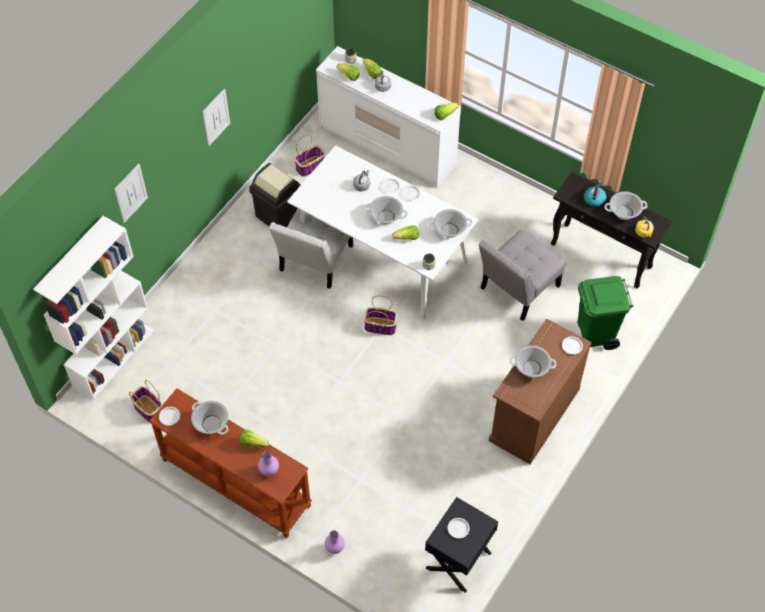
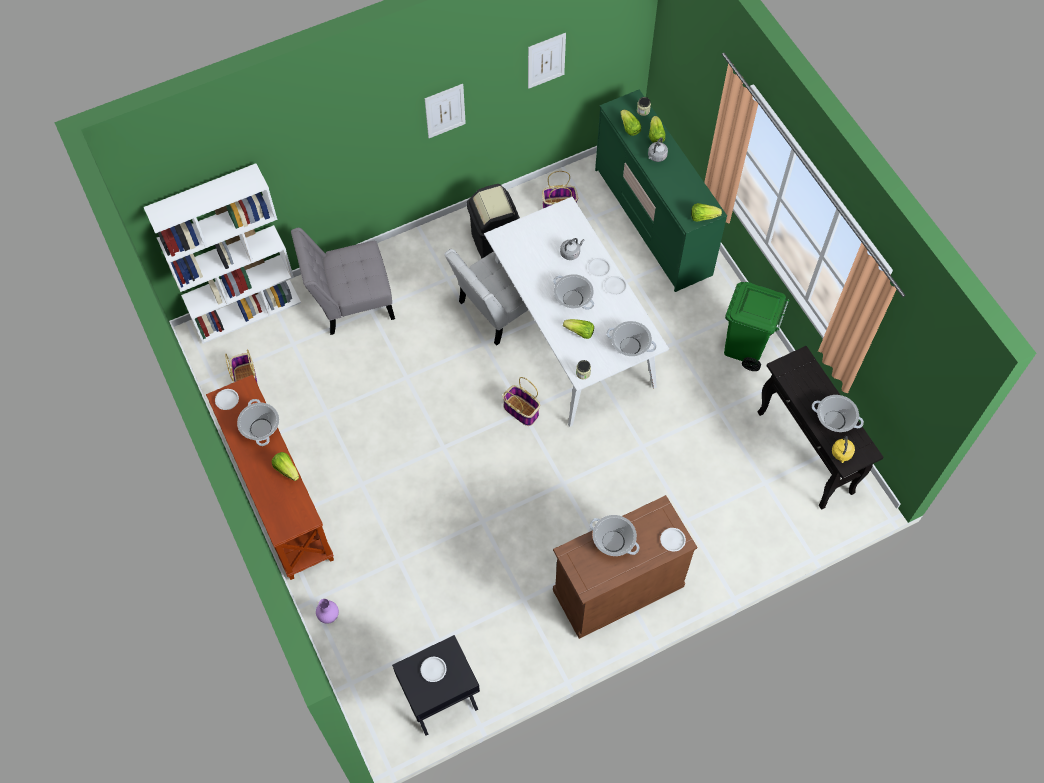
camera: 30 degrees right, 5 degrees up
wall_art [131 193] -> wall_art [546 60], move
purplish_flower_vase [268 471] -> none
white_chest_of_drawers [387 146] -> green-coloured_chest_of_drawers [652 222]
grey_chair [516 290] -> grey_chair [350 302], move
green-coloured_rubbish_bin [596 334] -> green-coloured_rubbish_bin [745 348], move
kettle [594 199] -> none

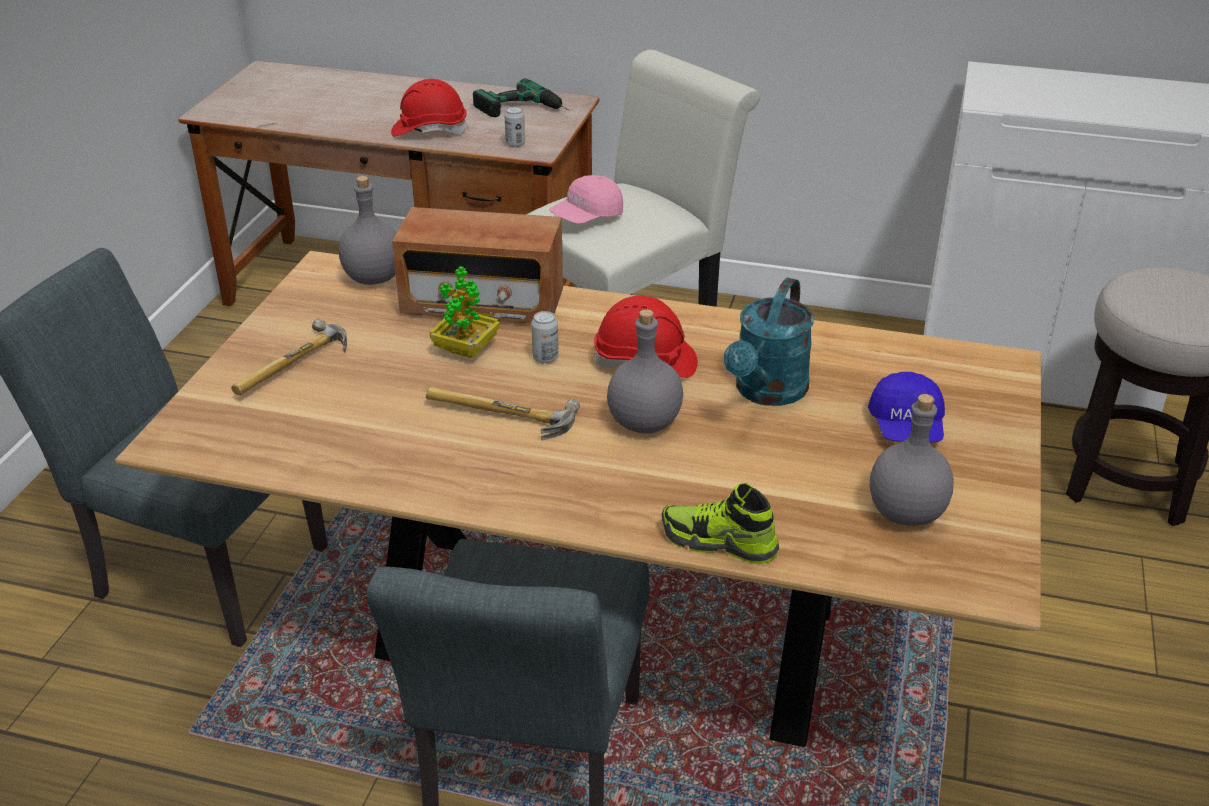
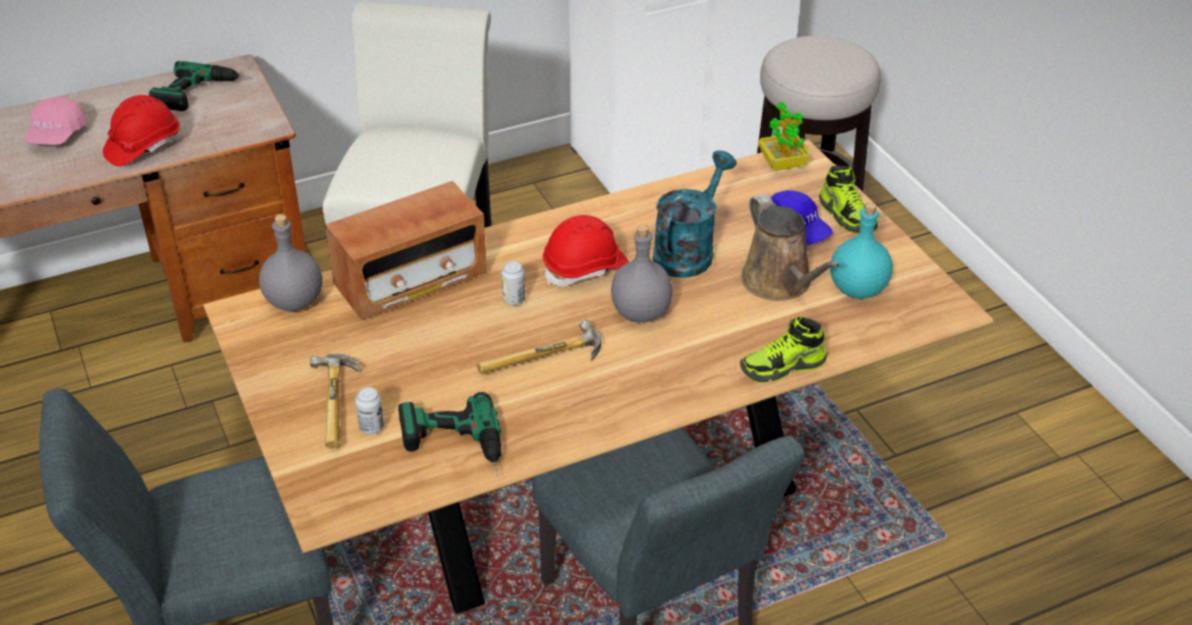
camera: 40 degrees left, 5 degrees up
houseplant [466 349] -> houseplant [782 164], move
metal_can [515 144] -> metal_can [371 427], move
pink-coloured_peaked_cap [587 217] -> pink-coloured_peaked_cap [57 136], move
turquoise_watering_can [767 393] -> turquoise_watering_can [688 250], 135 degrees counterclockwise
grey_bottle [905 514] -> turquoise_bottle [858 290]
none -> power_drill [454 449]
none -> brown-coloured_watering_can [780 283]
none -> item_of_footwear [847 216]

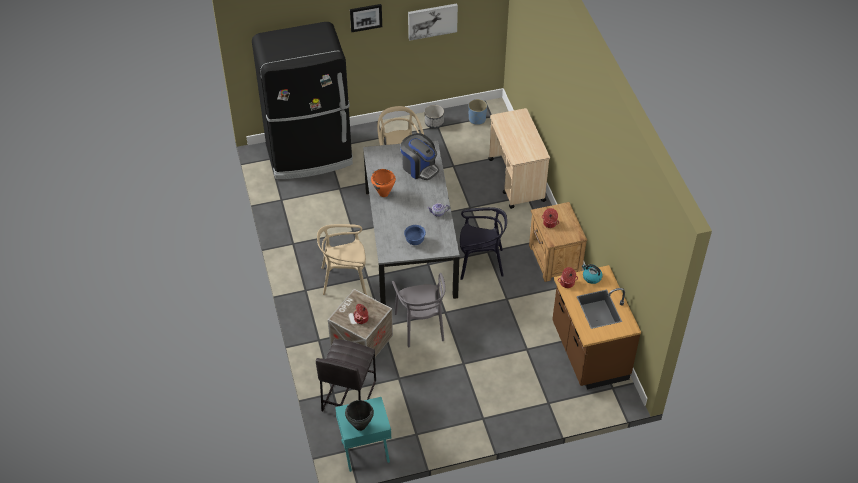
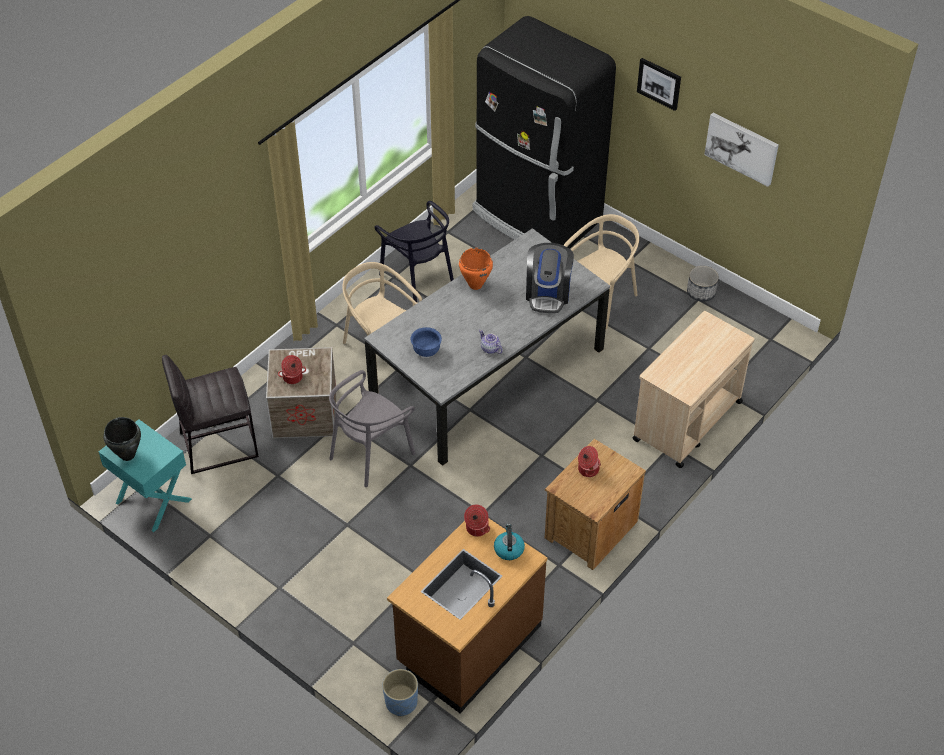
camera: 55 degrees right, 0 degrees up
black_chair [480 262] -> black_chair [418 278], move
blue_plant_pot [477 119] -> blue_plant_pot [401 702], move

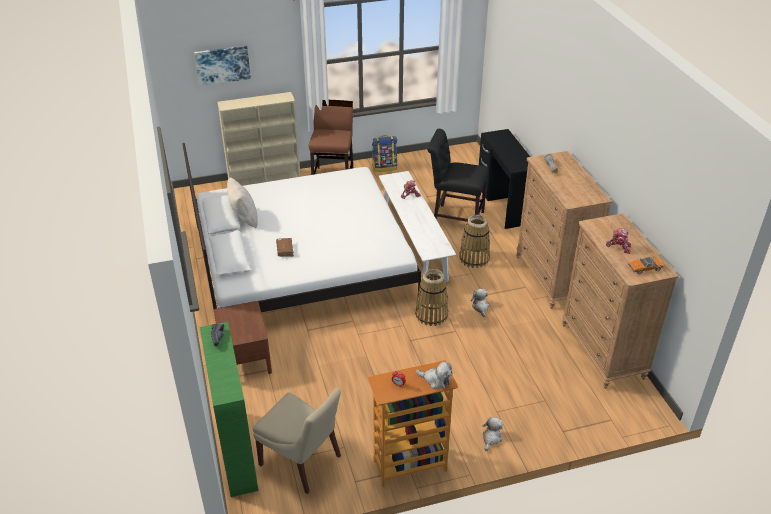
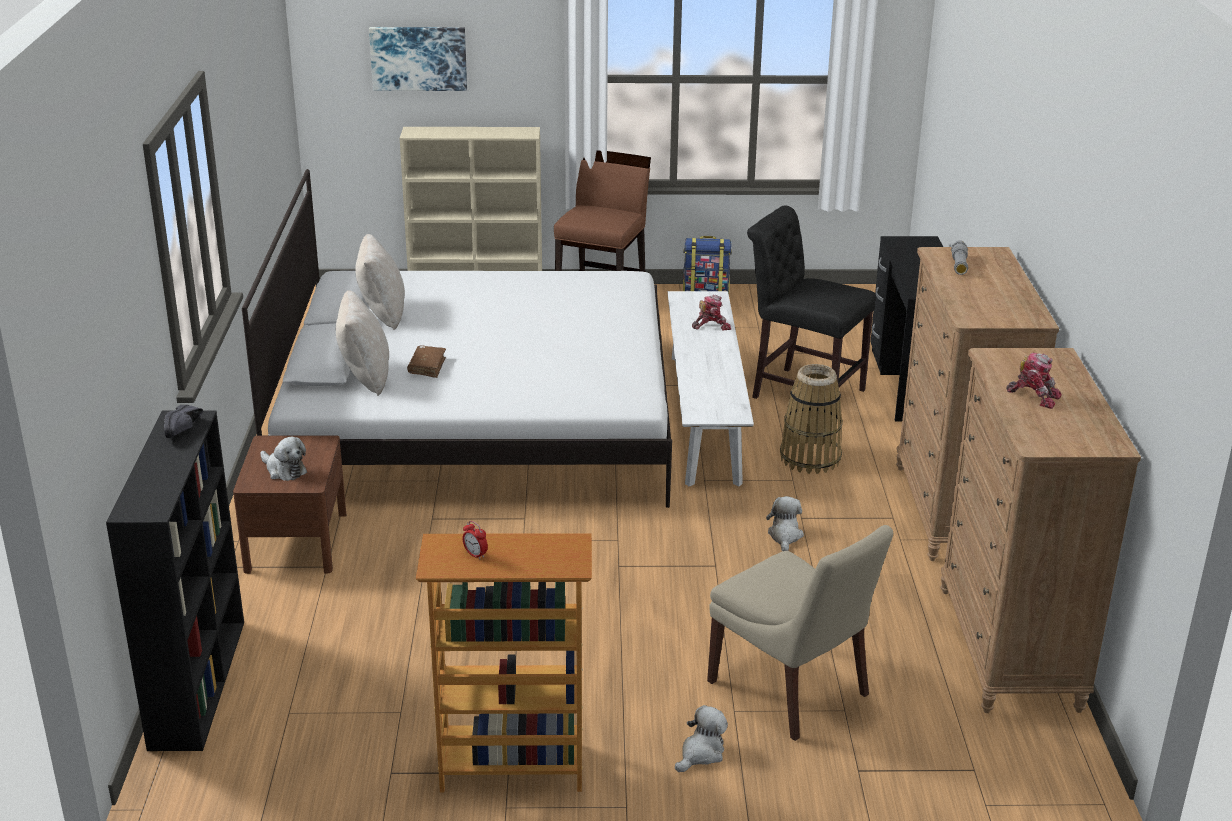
camera: 15 degrees right, 10 degrees down
green-coloured_bookcase [236 451] -> black_bookcase [198 681]
sand-coloured_chair [302 462] -> sand-coloured_chair [792 691], move
household_basket [431 315] -> none
plush_toy [436 380] -> plush_toy [284 470], move
model_car [644 268] -> none
none -> sand-coloured_pillow [365 377]

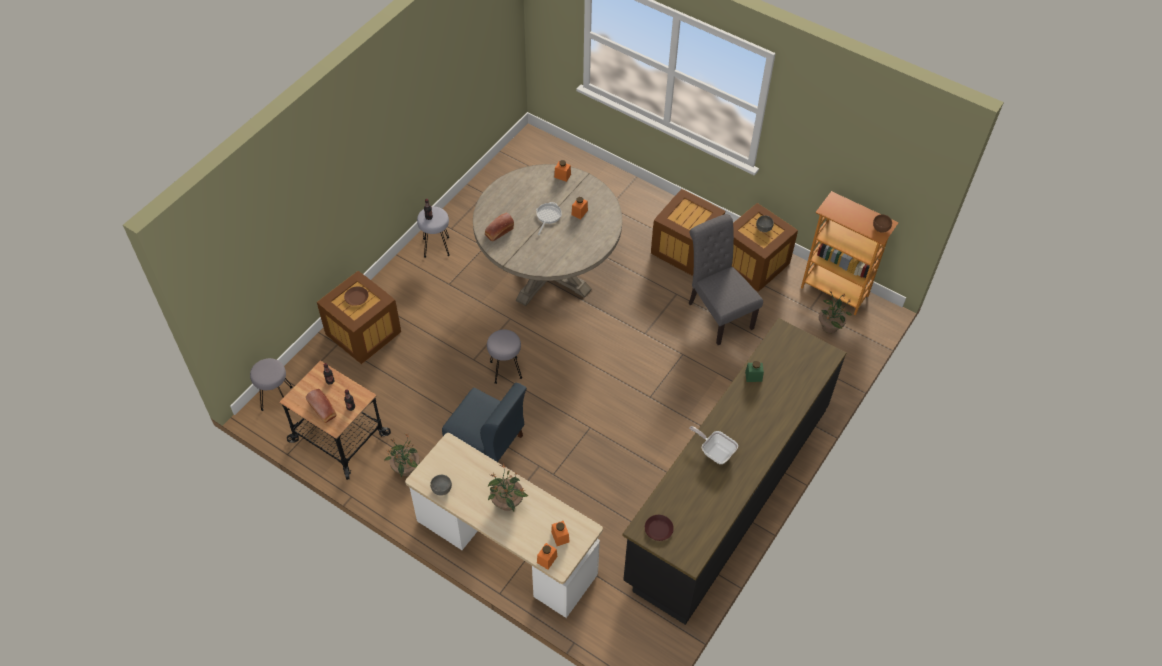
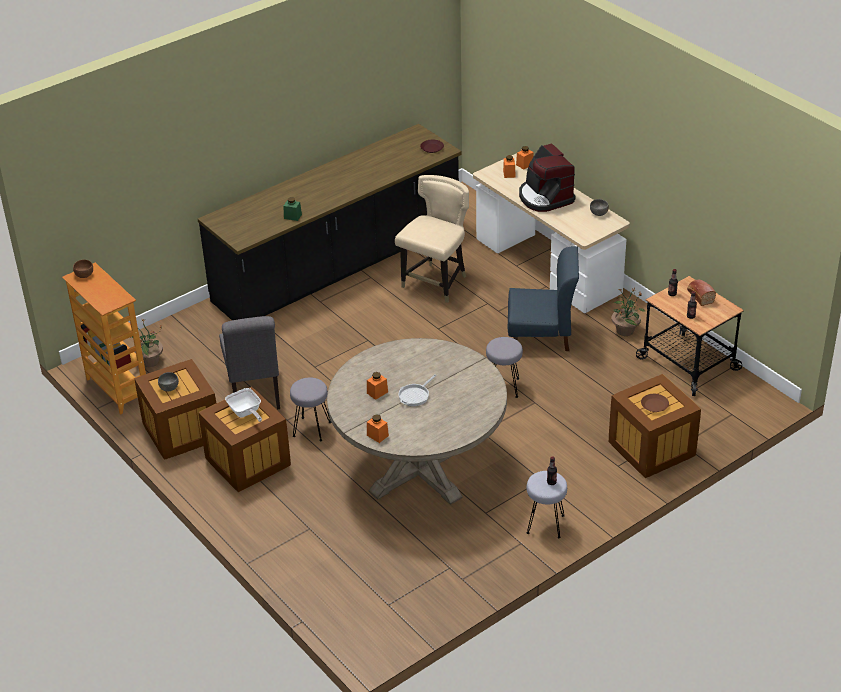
camera: 160 degrees left, 15 degrees down
grey_stool_seat [276 399] -> grey_stool_seat [312 429], move
blue_chair [487 442] -> blue_chair [541 335], 135 degrees clockwise
baked_bread [498 232] -> none
houseplant [507 502] -> coffee_brewer [545 197]
frying_pan [715 451] -> frying_pan [246 413], move
none -> sand-coloured_chair [436 283]

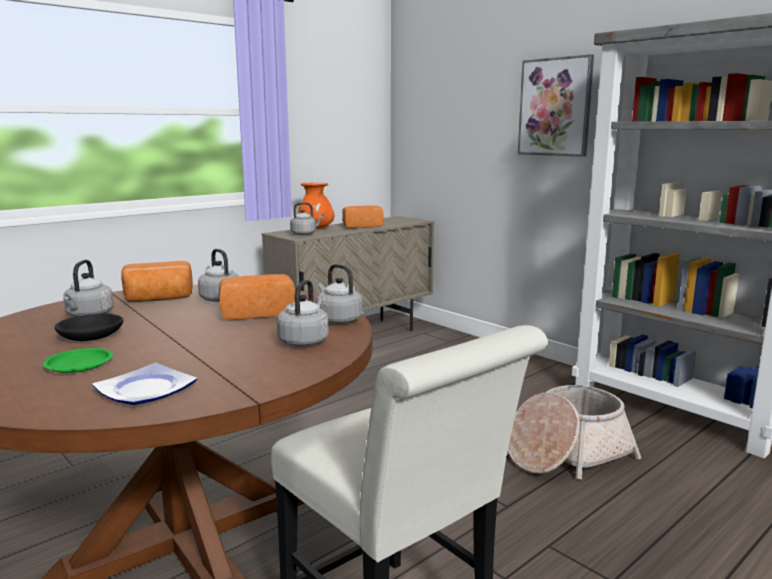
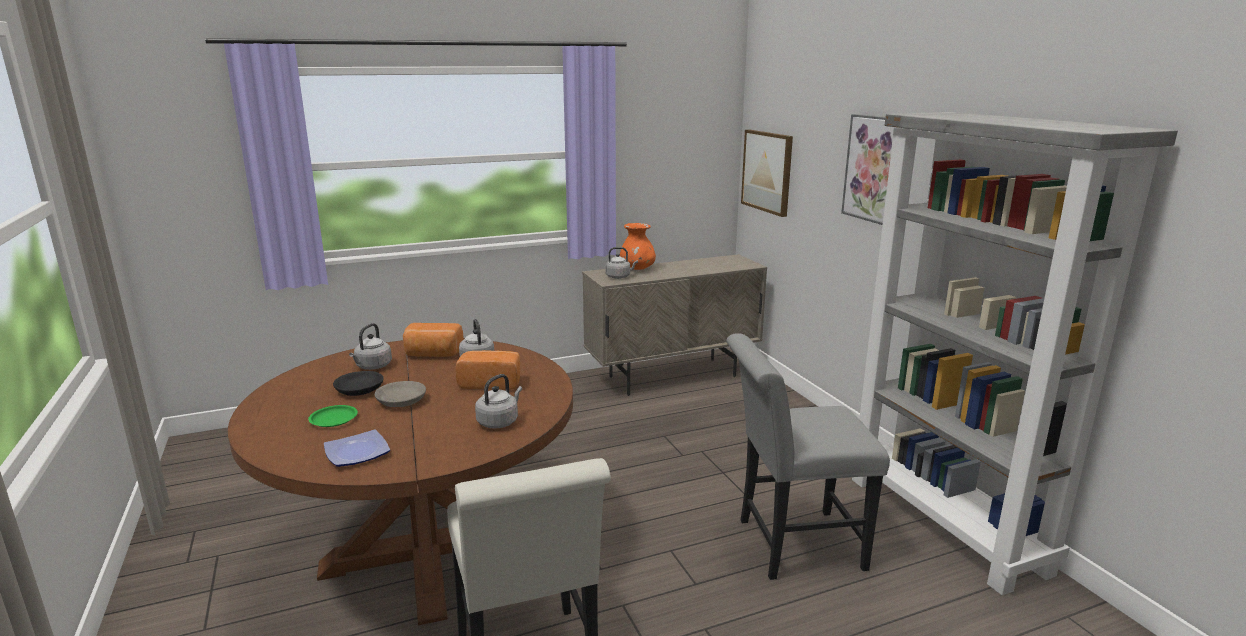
camera: 20 degrees right, 5 degrees up
grey_kettle [337 320] -> none
baked_bread [361 226] -> none
household_basket [567 454] -> grey_chair [791 545]
none -> grey_serving_bowl [400 401]
none -> wall_art [767 171]

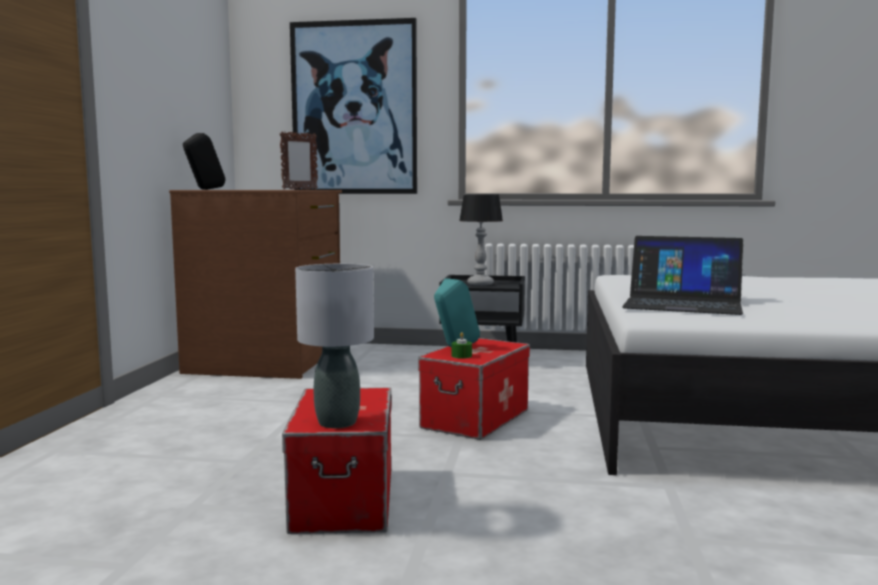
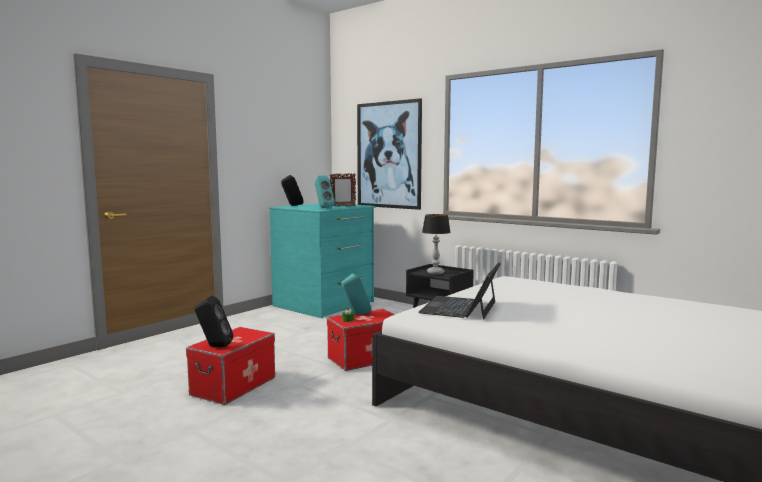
camera: 30 degrees right, 0 degrees up
brown-coloured_chest_of_drawers [269 360] -> turquoise_chest_of_drawers [325 304]
grey_table_lamp [336 422] -> black_audio_speaker [214 346]
portable_computer [683 304] -> portable_computer [460 307], 60 degrees clockwise
none -> turquoise_audio_speaker [323 208]

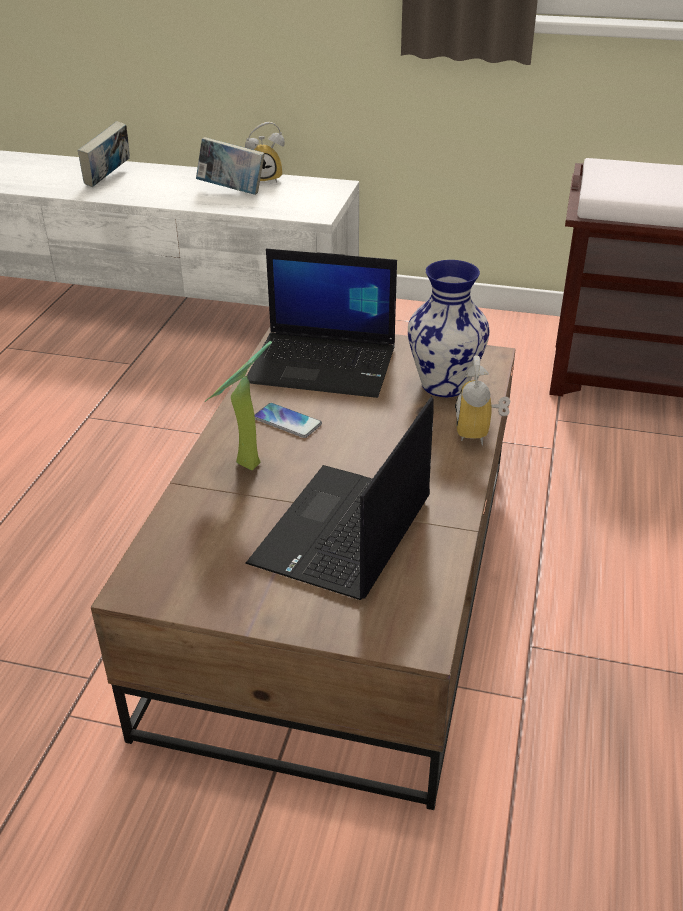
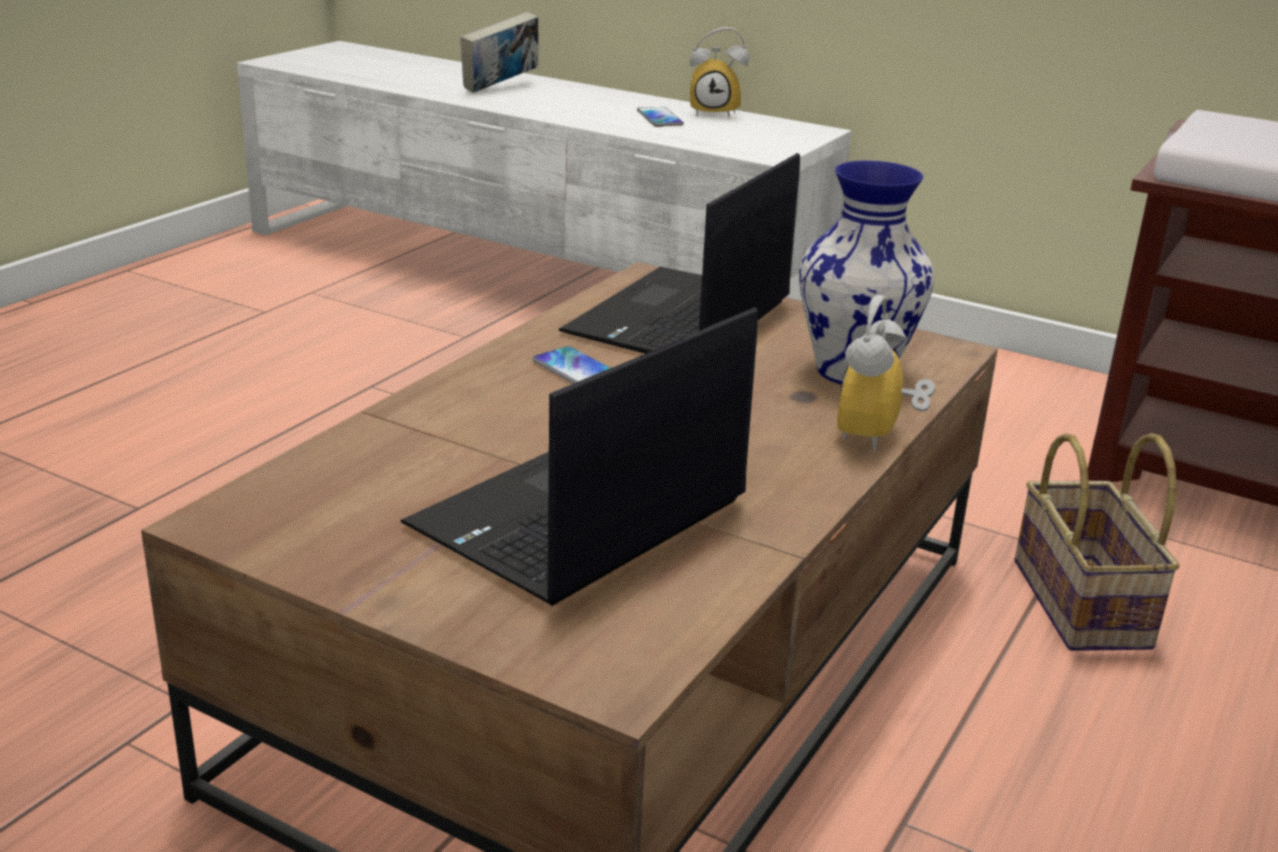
camera: 15 degrees right, 10 degrees down
bound_book [232 191] -> phone [659 118]
houseplant [243 466] -> none
portable_computer [324 364] -> portable_computer [680 319], 90 degrees clockwise
none -> household_basket [1085 606]

